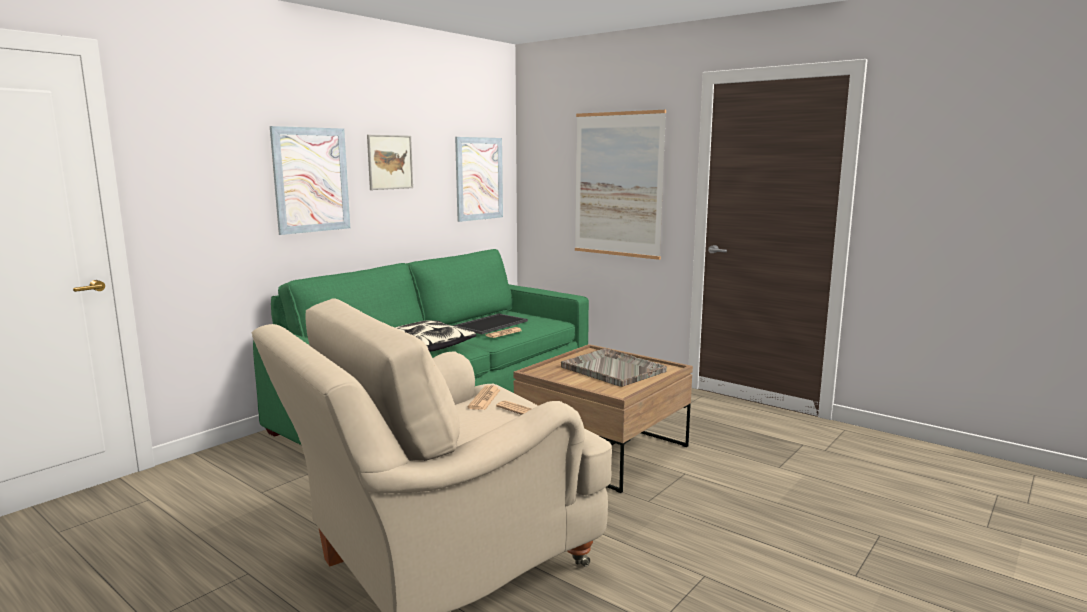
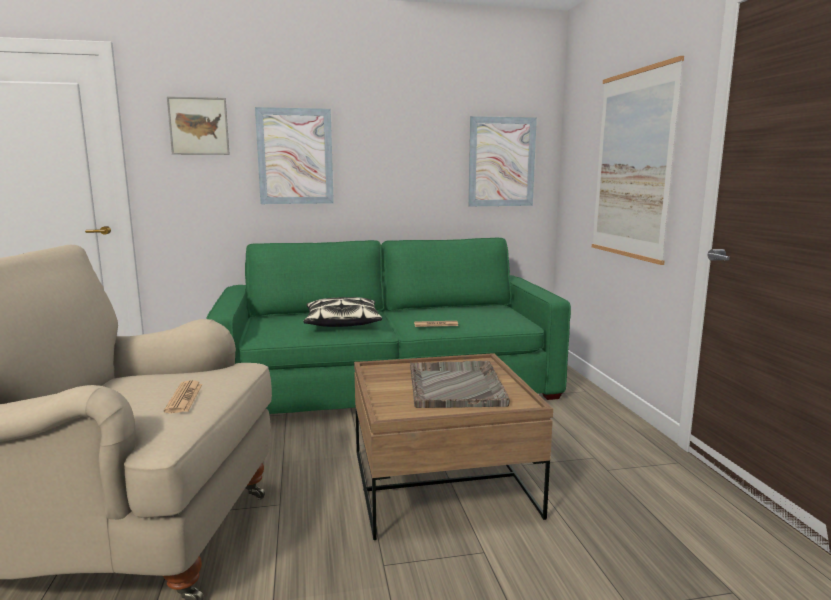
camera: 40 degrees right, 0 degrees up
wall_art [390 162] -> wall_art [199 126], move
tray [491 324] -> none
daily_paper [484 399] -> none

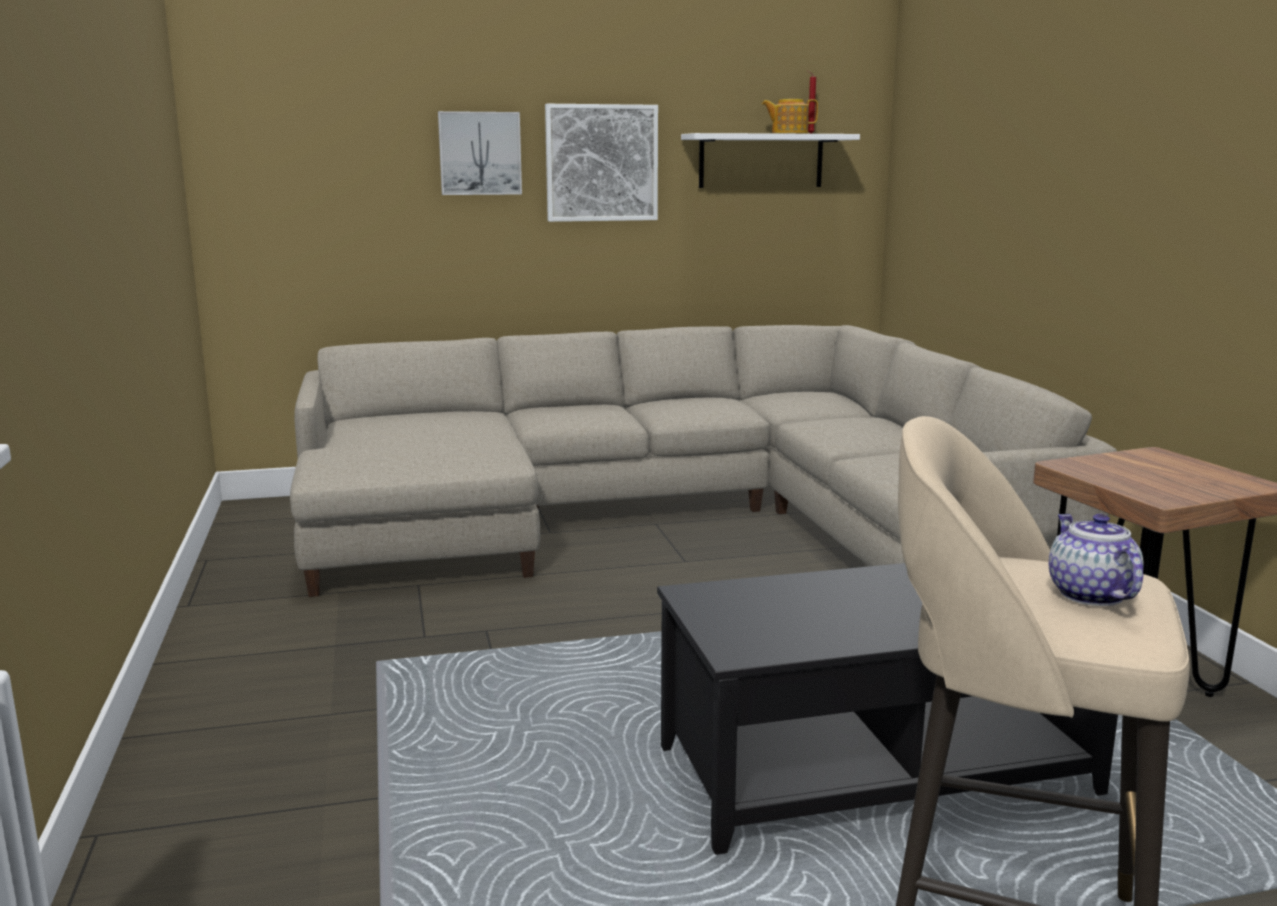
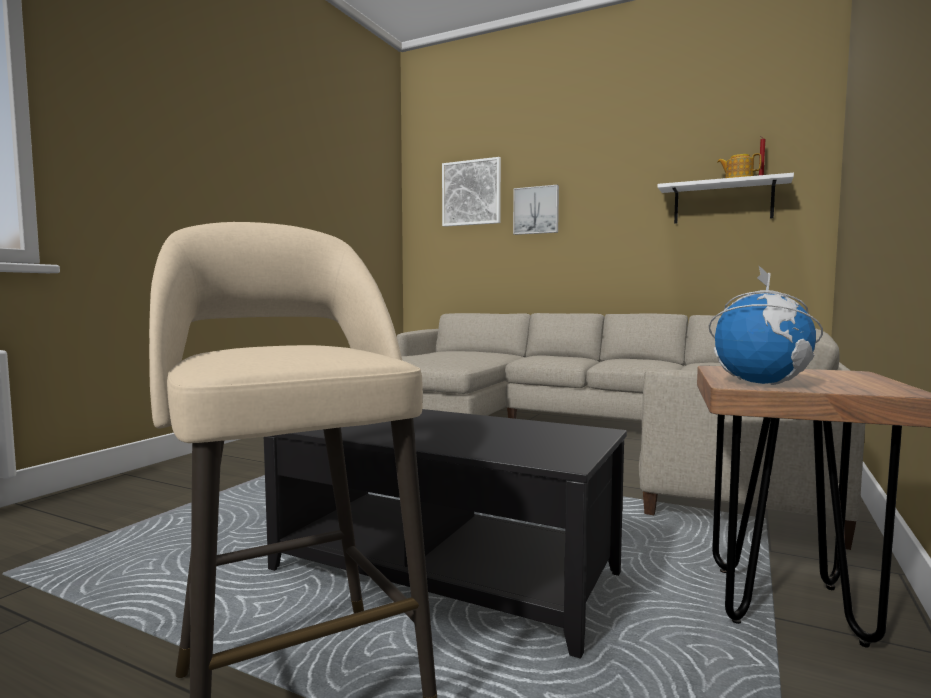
camera: 40 degrees right, 10 degrees down
wall_art [601 163] -> wall_art [471 193], move
teapot [1089 594] -> none
none -> world_globe [762 383]

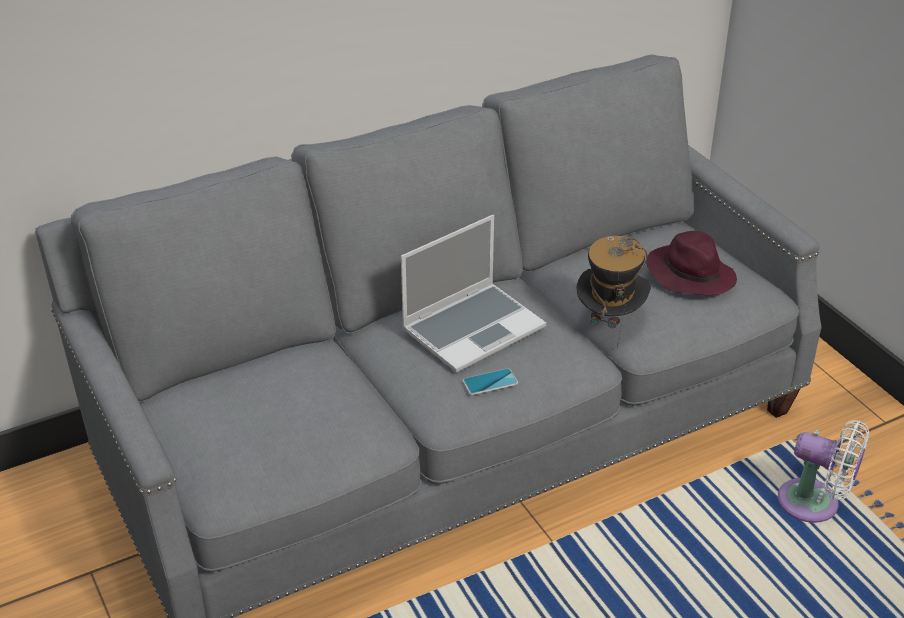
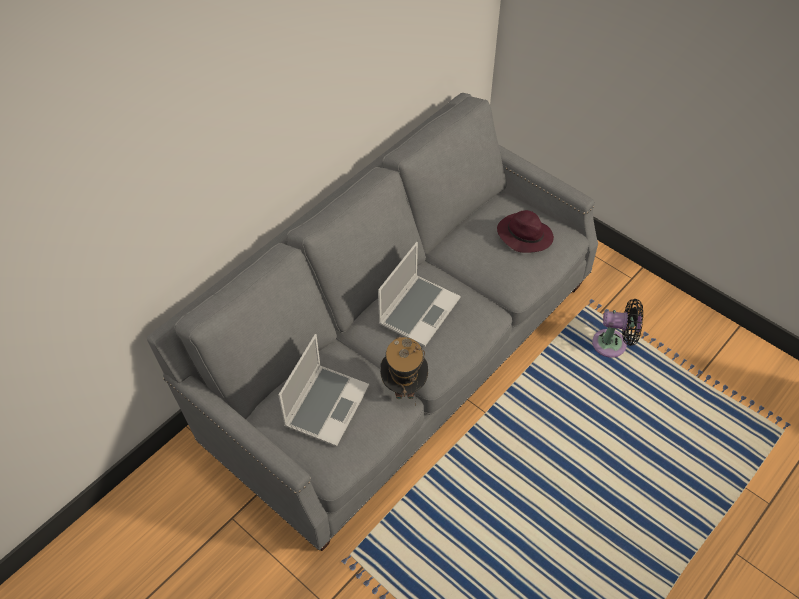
camera: 20 degrees left, 15 degrees up
phone [490 382] -> none
clothing_hat [610 323] -> clothing_hat [404 386], move
white_cooling_fan [814 504] -> black_cooling_fan [613 344]
none -> portable_computer [326 405]

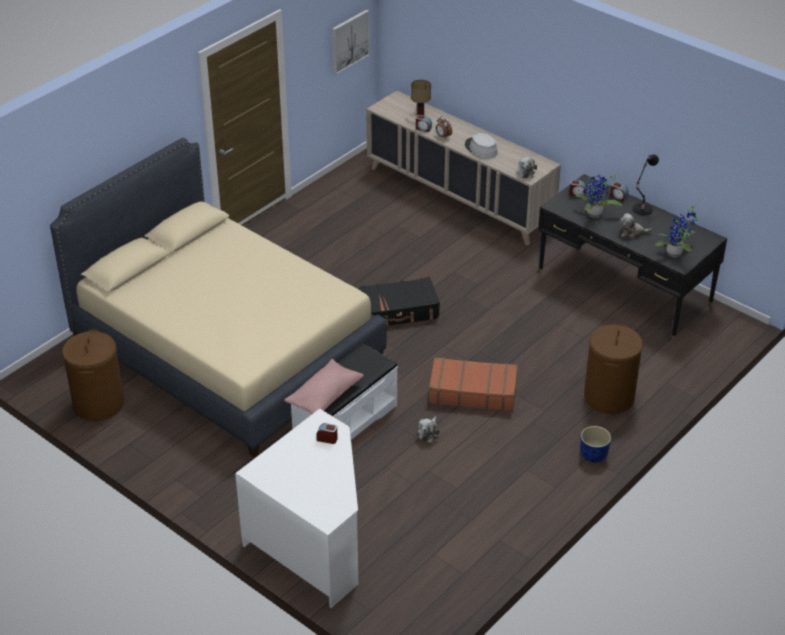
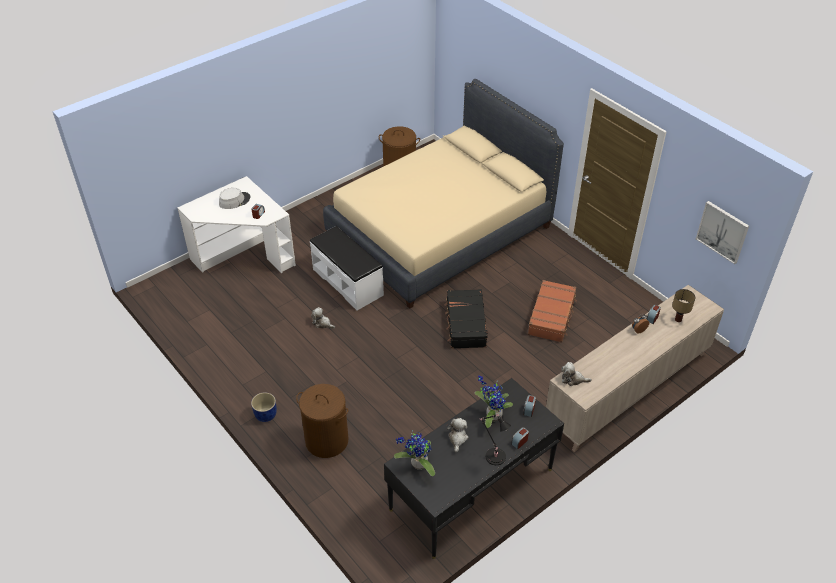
camera: 100 degrees right, 5 degrees up
pink-coloured_pillow [324 396] -> none
brown-coloured_travel_case [472 392] -> brown-coloured_travel_case [552 316], move
grey_clothing_hat [481 149] -> grey_clothing_hat [234 201], move

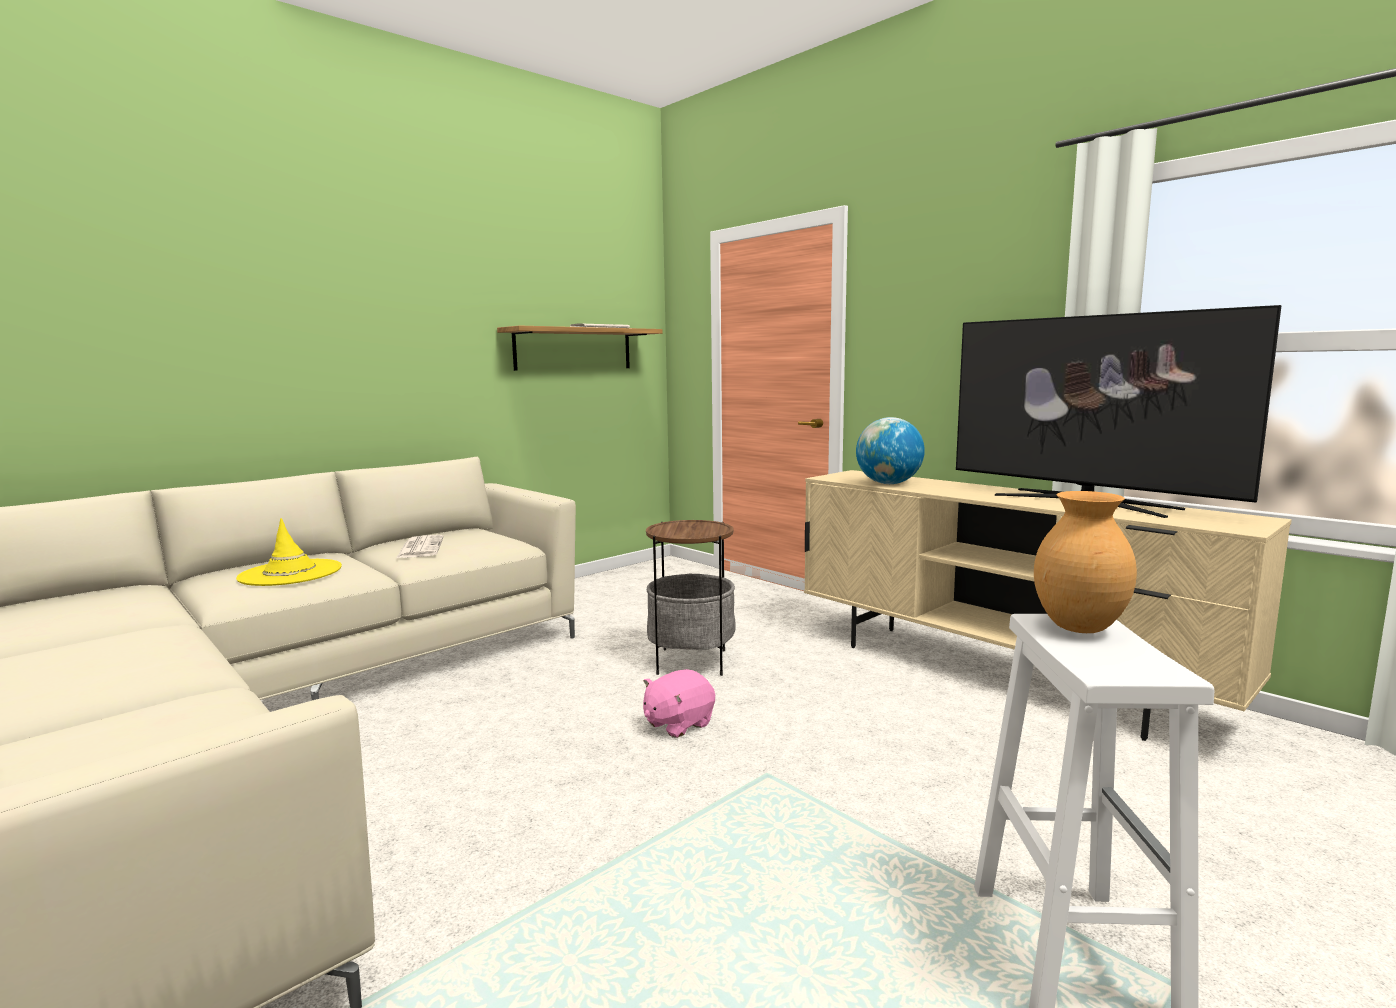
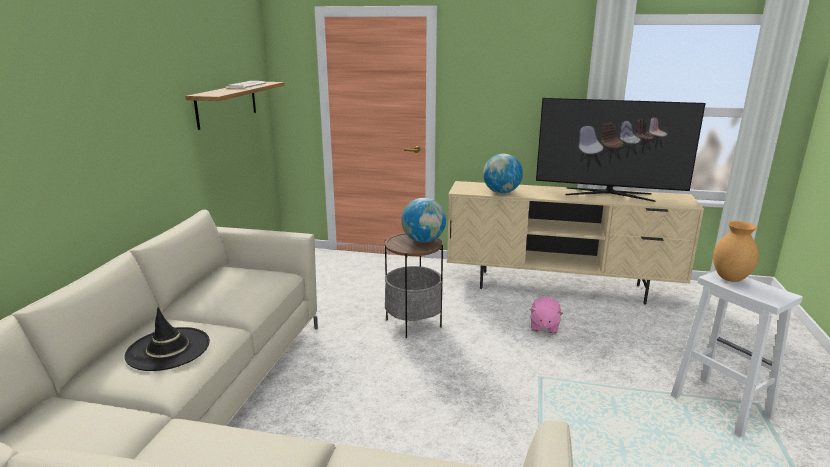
camera: 35 degrees left, 10 degrees up
yellow-coloured_clothing_hat [290 573] -> black_clothing_hat [168 349]
daily_paper [420 548] -> none
pink-coloured_plush_toy [678 724] -> pink-coloured_plush_toy [544 326], move
none -> world_globe [423 241]

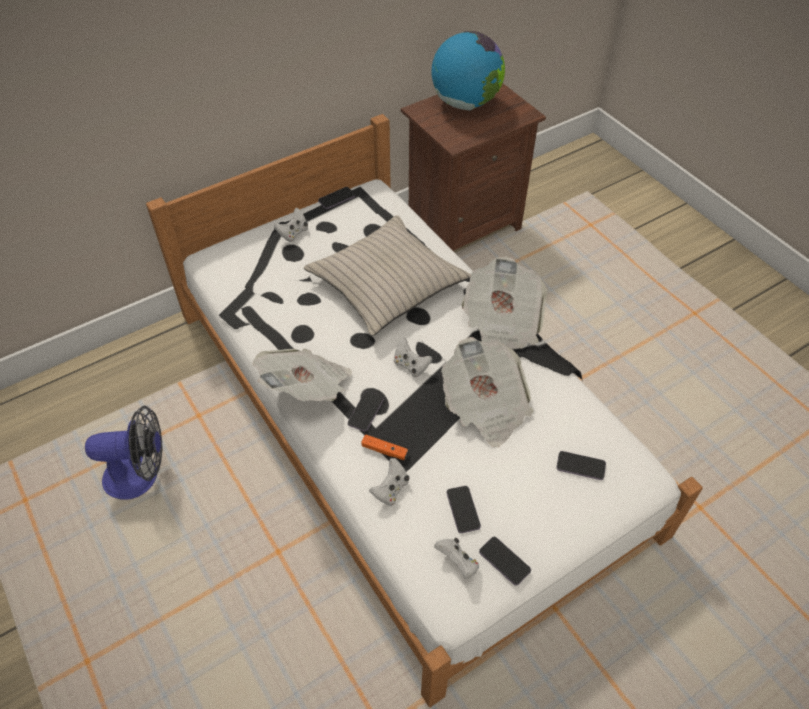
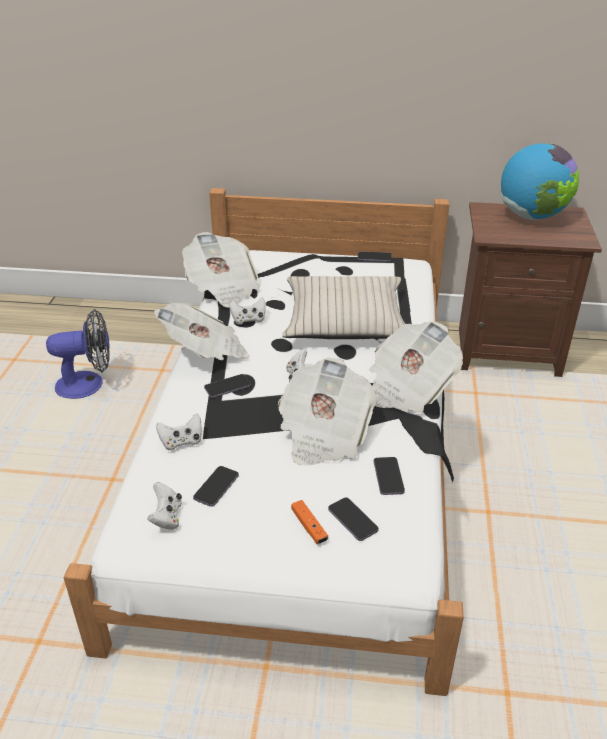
camera: 40 degrees right, 15 degrees down
cooling_fan [141 475] -> cooling_fan [88 384], 45 degrees counterclockwise
white_game_controller [293 233] -> white_game_controller [248 320], move
orange_game_controller [384 450] -> orange_game_controller [309 527], move
phone [504 561] -> phone [388 477], move
none -> daily_paper [222 288]

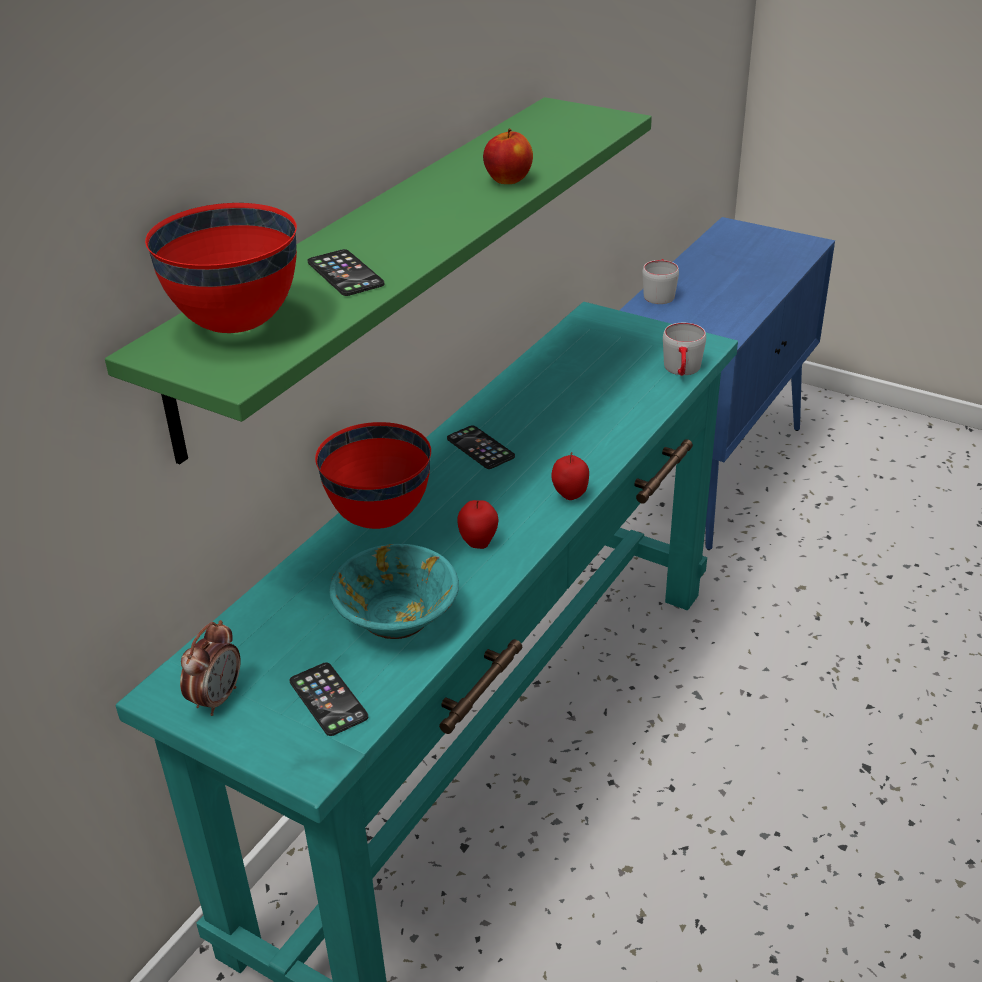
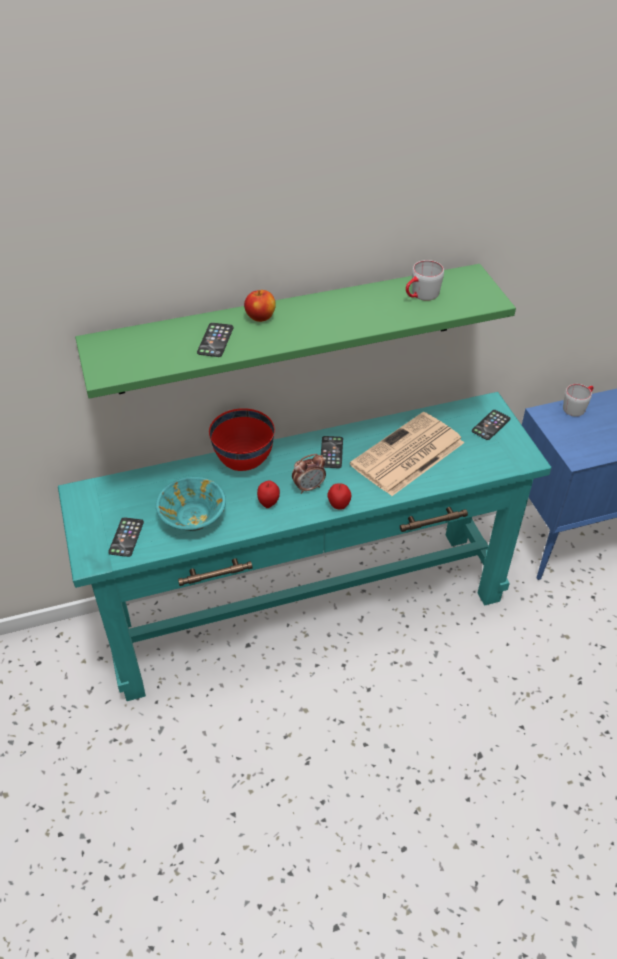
camera: 40 degrees right, 10 degrees up
reddish_serving_bowl [236 325] -> none
table_clock [217 698] -> table_clock [309 487], move
apple_fruit [508 180] -> apple_fruit [260 317], move
grey_tea_mug [682 371] -> grey_tea_mug [421 296], move
none -> daily_paper [407 455]
none -> phone [491 425]

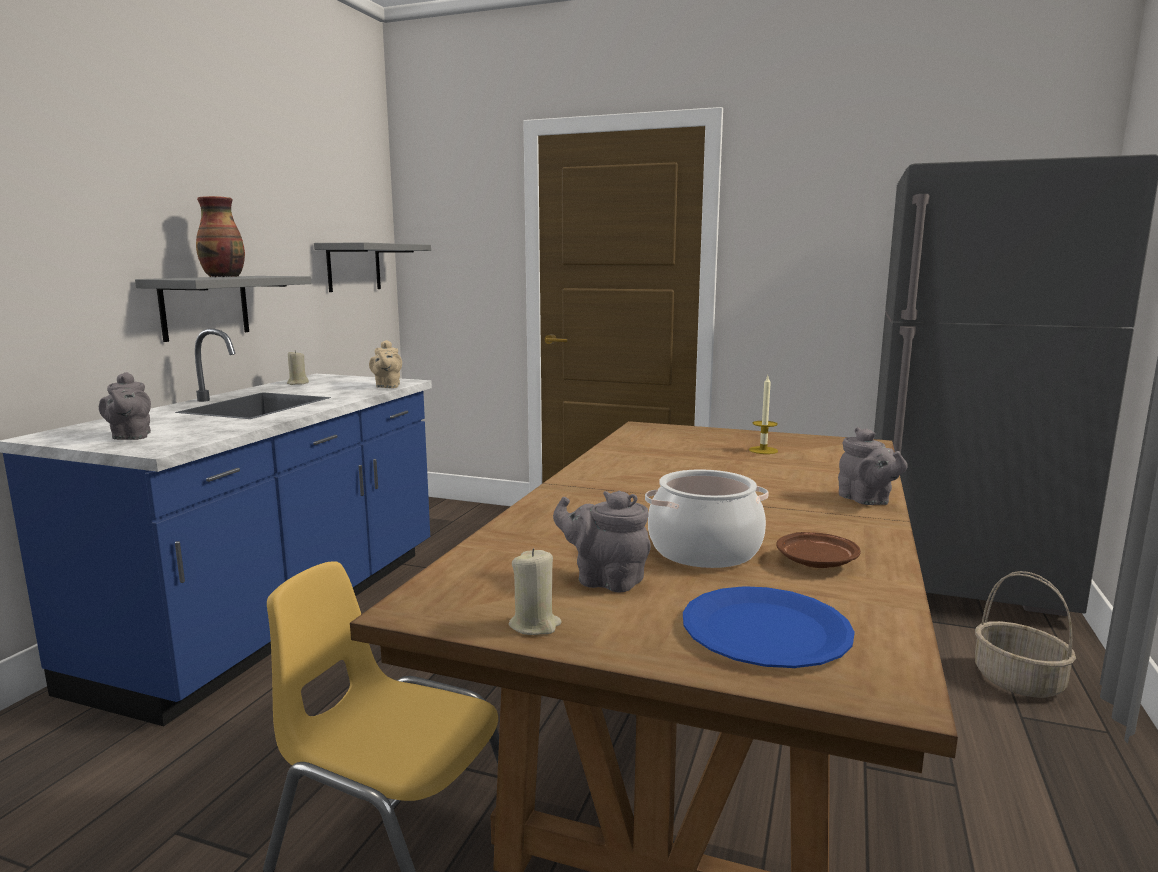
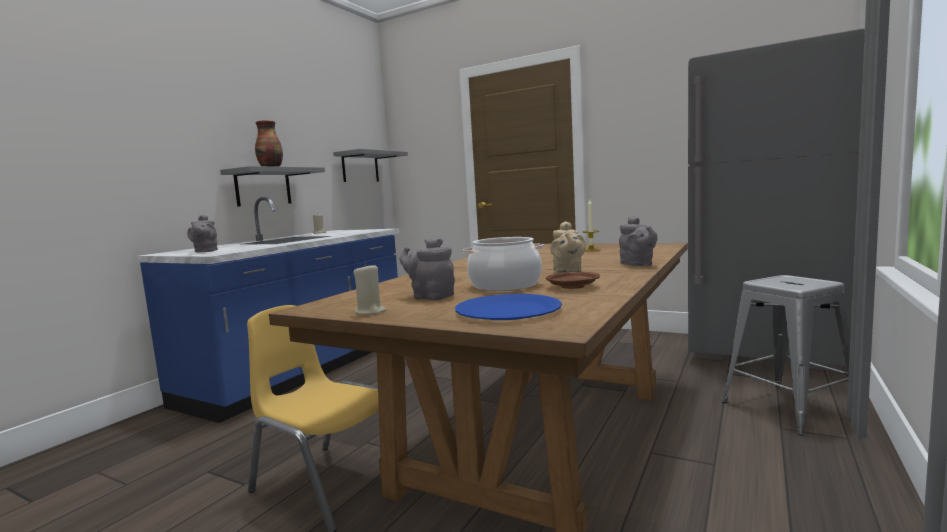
camera: 10 degrees right, 5 degrees down
sand-coloured_teapot [387 386] -> sand-coloured_teapot [567 272], move
household_basket [1019 681] -> grey_stool_seat [787 408]

